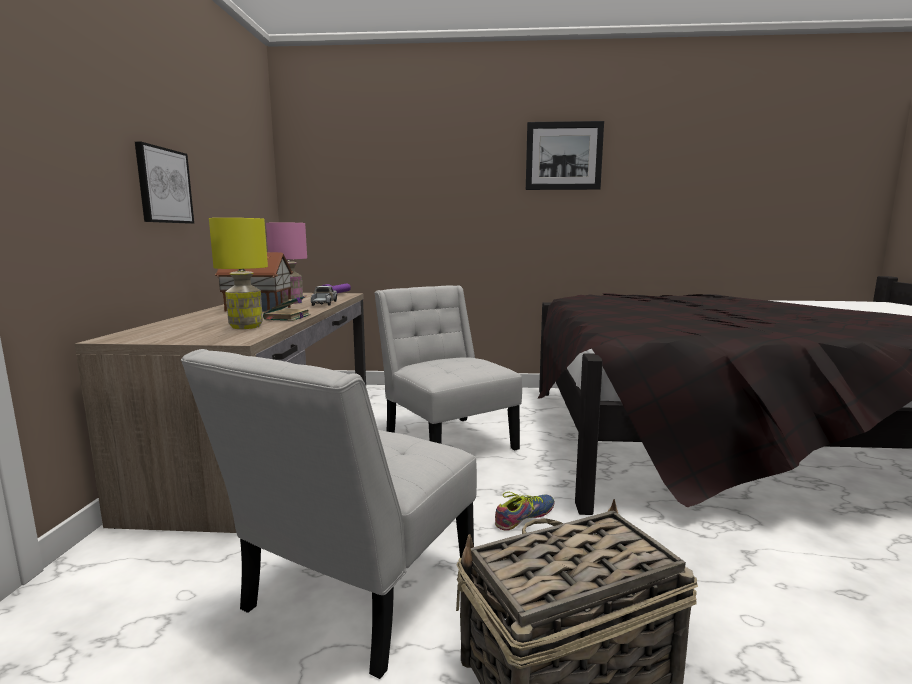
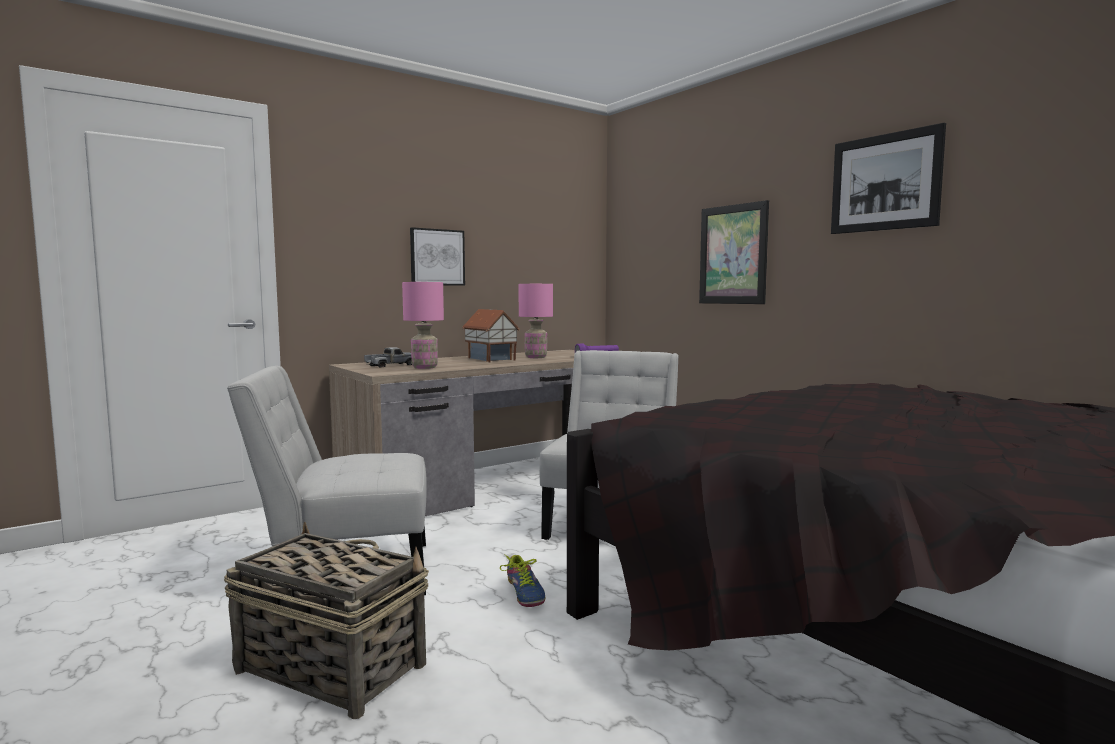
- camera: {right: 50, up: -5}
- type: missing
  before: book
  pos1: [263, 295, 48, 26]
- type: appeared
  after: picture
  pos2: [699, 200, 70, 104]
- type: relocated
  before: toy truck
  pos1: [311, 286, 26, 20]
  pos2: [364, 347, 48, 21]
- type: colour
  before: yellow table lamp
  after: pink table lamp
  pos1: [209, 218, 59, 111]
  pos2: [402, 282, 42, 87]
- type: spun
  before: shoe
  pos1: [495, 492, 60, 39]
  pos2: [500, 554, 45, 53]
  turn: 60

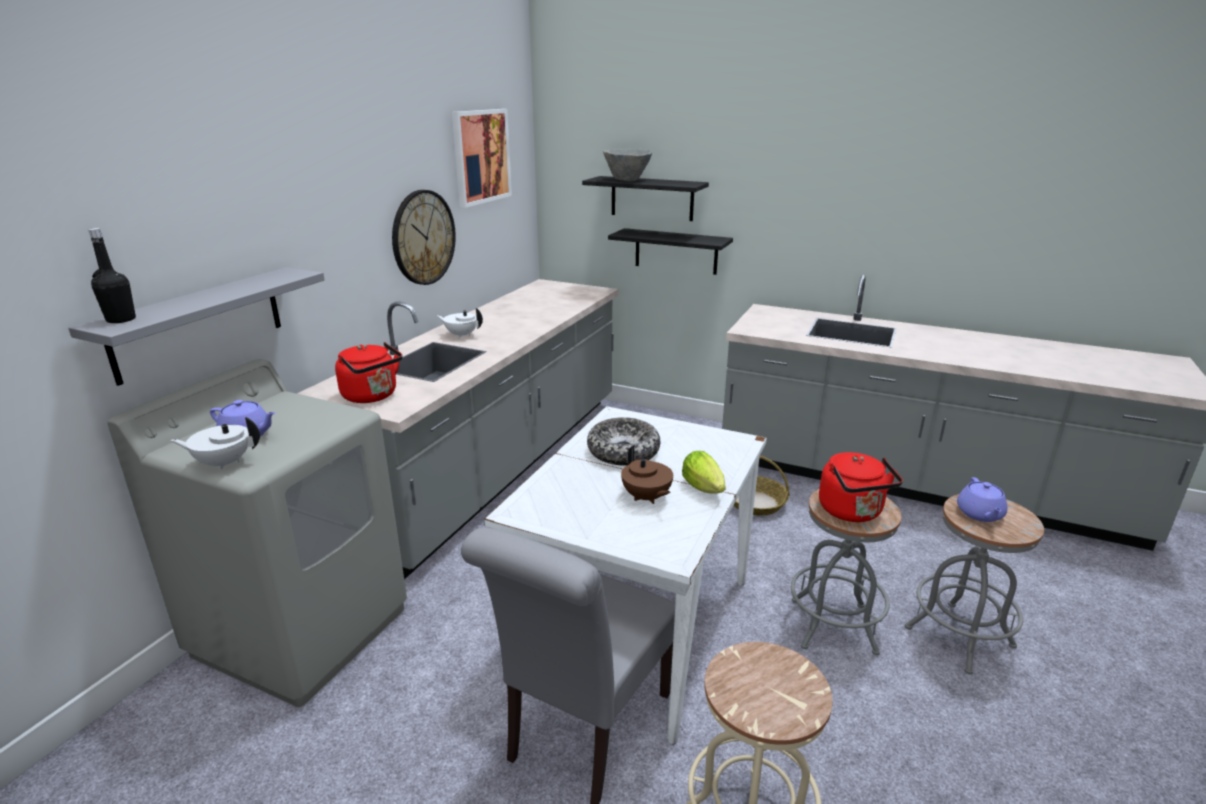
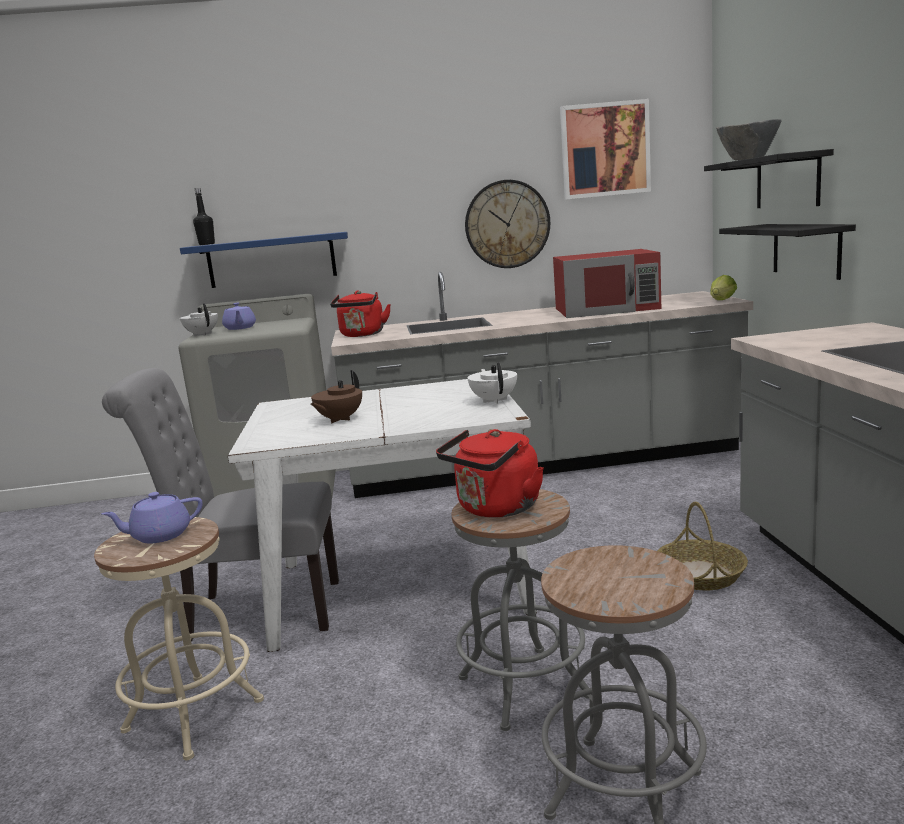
- camera: {right: 60, up: -10}
- type: missing
  before: bowl
  pos1: [587, 417, 74, 49]
- type: appeared
  after: red microwave
  pos2: [553, 249, 108, 69]
- type: relocated
  before: white teapot
  pos1: [437, 308, 46, 30]
  pos2: [468, 363, 49, 41]
- type: relocated
  before: lettuce
  pos1: [682, 451, 44, 42]
  pos2: [710, 275, 27, 25]
- type: relocated
  before: purple teapot
  pos1: [957, 477, 50, 45]
  pos2: [101, 492, 102, 51]
- type: colour
  before: grey shelf
  after: blue shelf
  pos1: [68, 267, 256, 119]
  pos2: [180, 232, 168, 56]

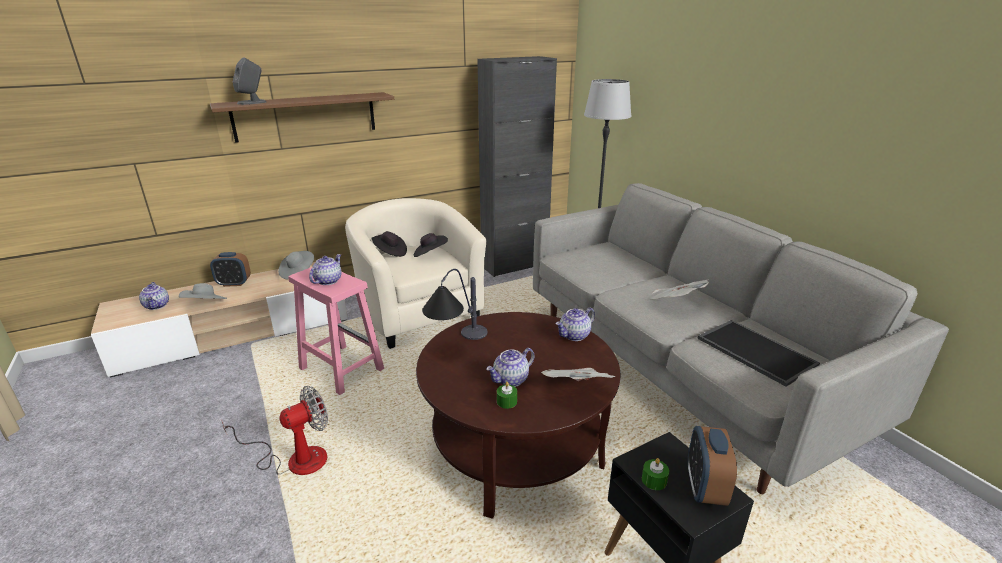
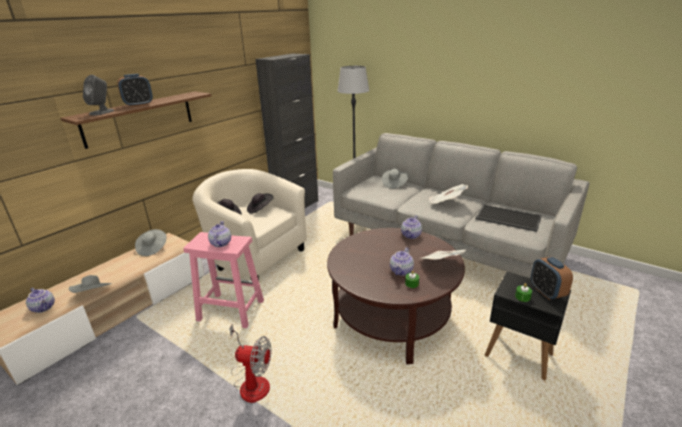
- camera: {right: -25, up: 0}
- type: missing
  before: table lamp
  pos1: [422, 269, 66, 71]
- type: appeared
  after: grey hat
  pos2: [382, 169, 26, 20]
- type: relocated
  before: alarm clock
  pos1: [210, 252, 41, 35]
  pos2: [117, 74, 36, 33]
- type: spun
  before: fan
  pos1: [221, 386, 107, 89]
  pos2: [229, 324, 43, 79]
  turn: 75

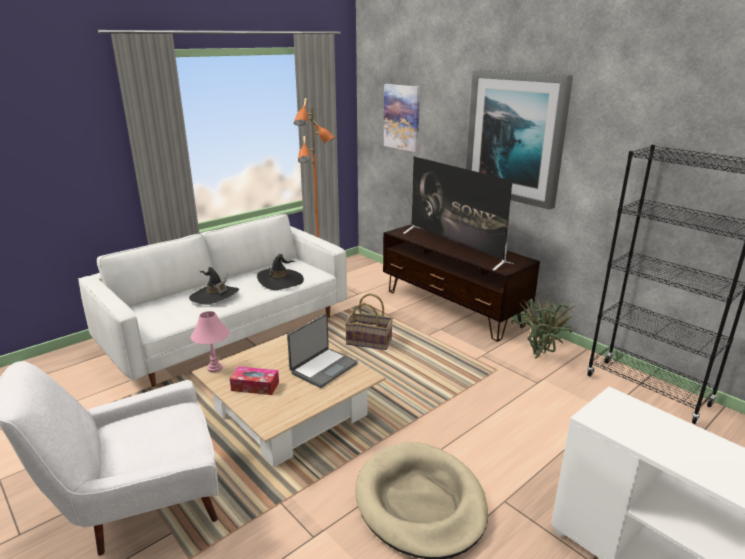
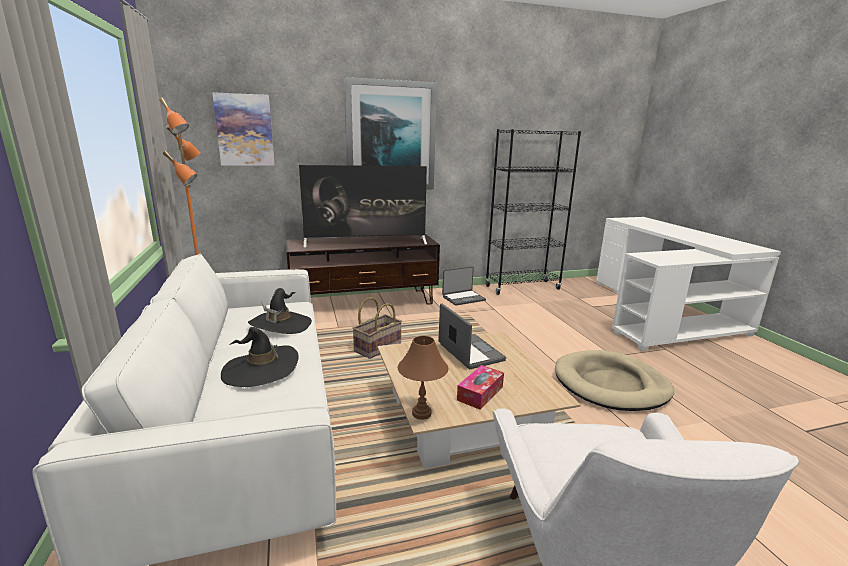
- camera: {right: -65, up: -5}
- type: exchanged
  before: potted plant
  after: laptop
  pos1: [511, 293, 65, 65]
  pos2: [442, 266, 44, 40]
- type: colour
  before: pink table lamp
  after: brown table lamp
  pos1: [191, 311, 39, 62]
  pos2: [398, 336, 50, 84]

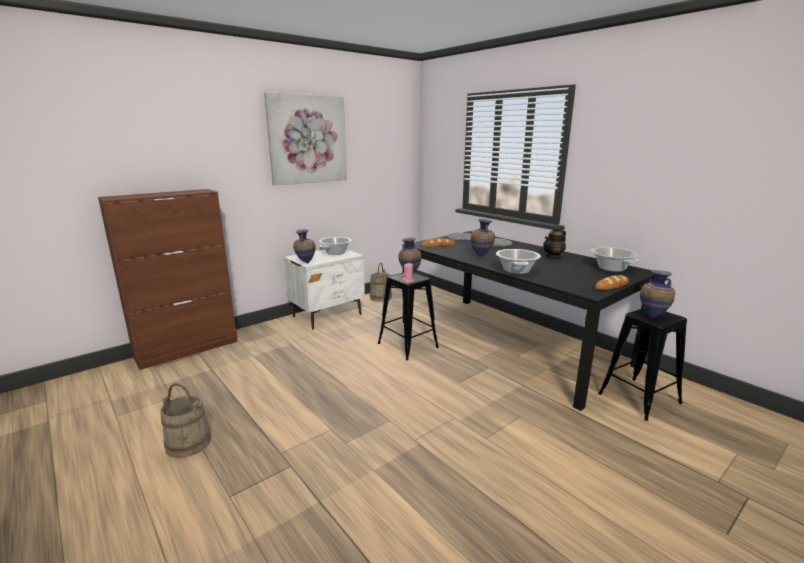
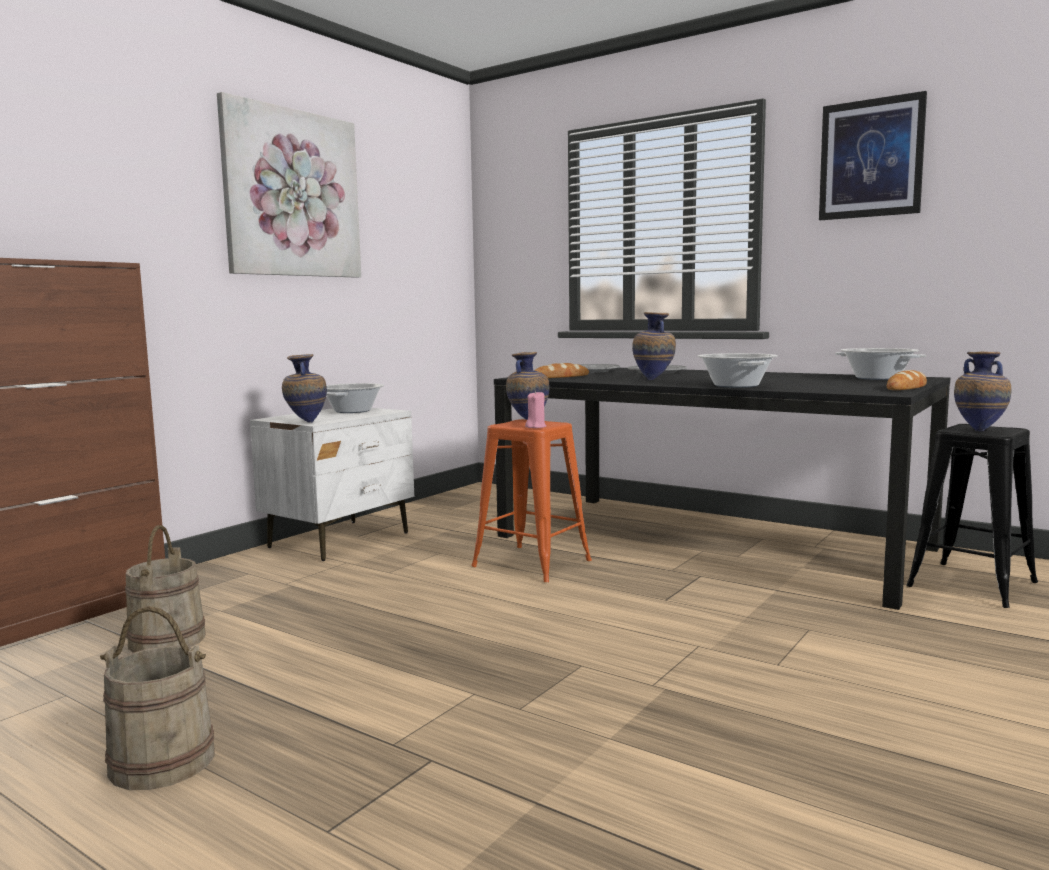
- camera: {right: -15, up: -10}
- type: missing
  before: teapot
  pos1: [543, 226, 23, 33]
- type: appeared
  after: picture
  pos2: [819, 91, 108, 129]
- type: relocated
  before: beige bucket
  pos1: [370, 263, 22, 39]
  pos2: [125, 525, 80, 128]
- type: colour
  before: black stool
  after: orange stool
  pos1: [378, 272, 61, 88]
  pos2: [471, 419, 121, 163]

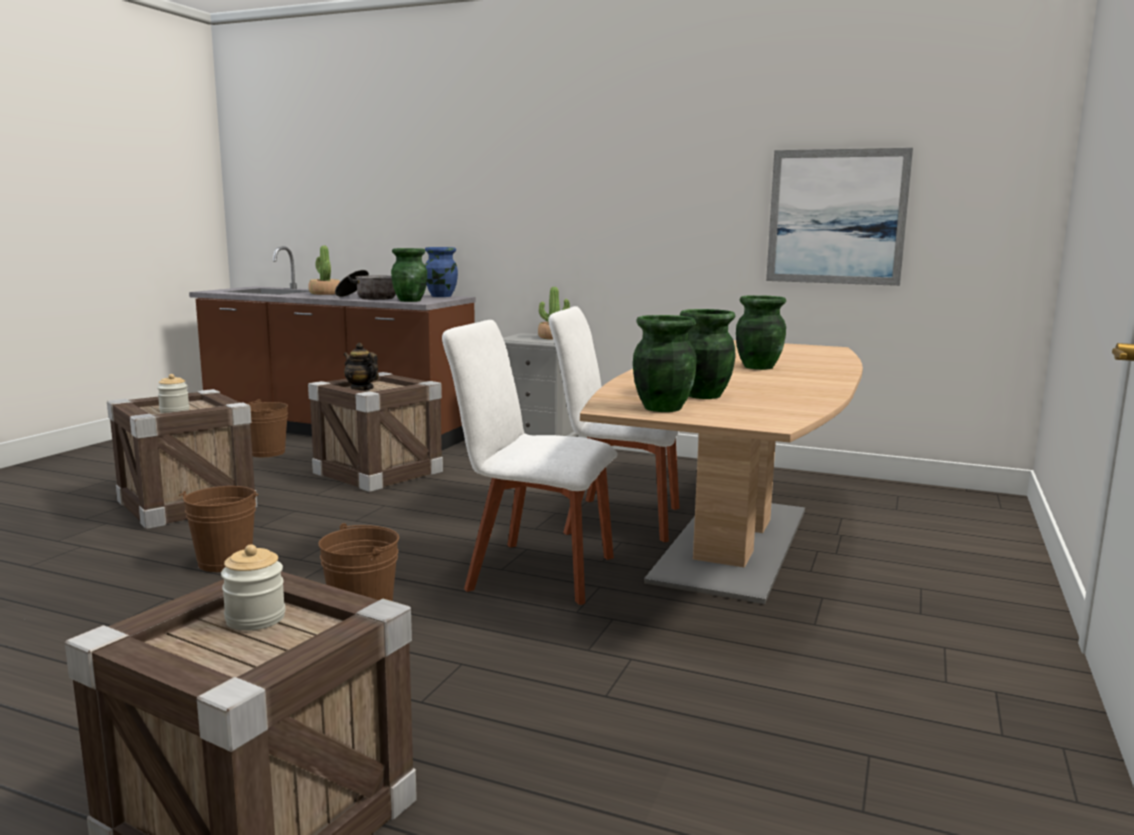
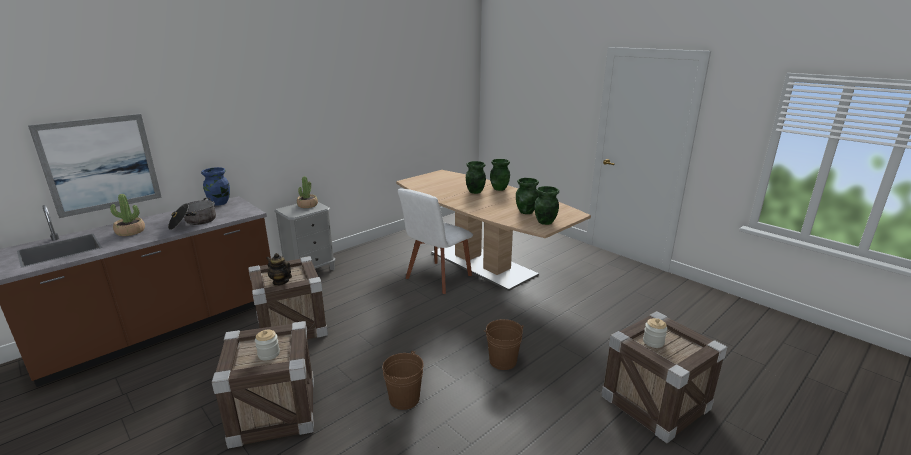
- camera: {right: -65, up: 10}
- type: missing
  before: brown bucket
  pos1: [246, 399, 42, 58]
- type: missing
  before: white chair
  pos1: [442, 320, 176, 285]
- type: relocated
  before: green vase
  pos1: [391, 248, 36, 54]
  pos2: [490, 159, 20, 32]
- type: relocated
  before: picture
  pos1: [766, 148, 147, 138]
  pos2: [28, 114, 134, 104]
- type: spun
  before: teapot
  pos1: [344, 343, 35, 48]
  pos2: [267, 253, 25, 33]
  turn: 60

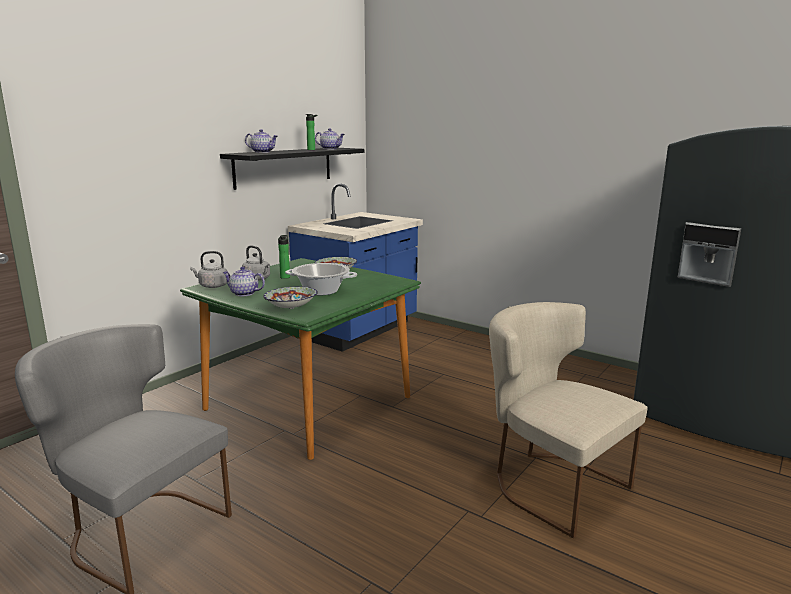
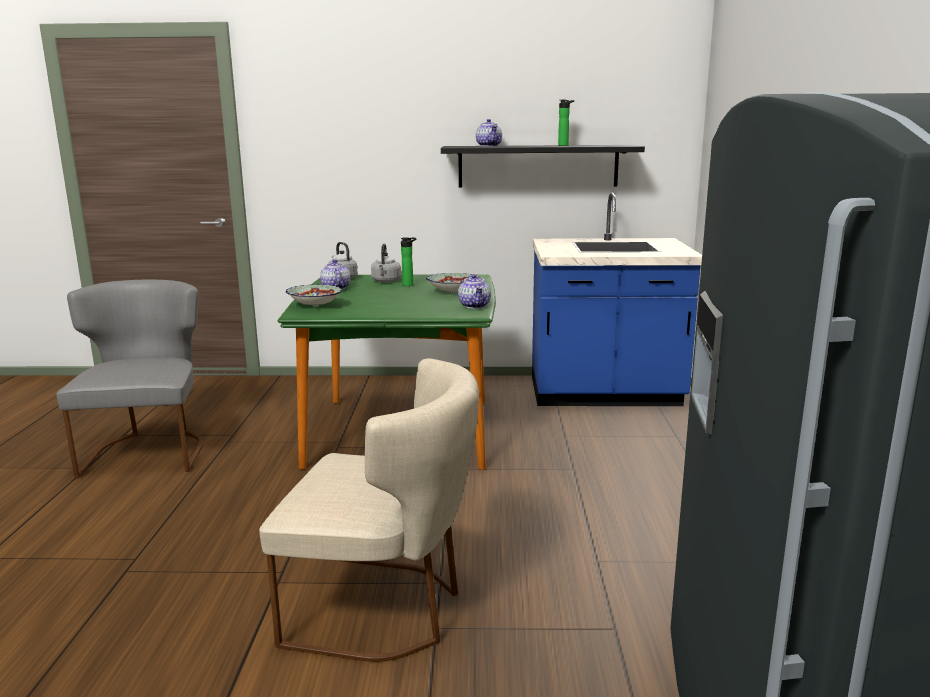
- camera: {right: 55, up: 0}
- type: missing
  before: cooking pot
  pos1: [285, 263, 72, 32]
- type: relocated
  before: teapot
  pos1: [315, 128, 30, 21]
  pos2: [458, 274, 33, 34]
- type: spun
  before: beige chair
  pos1: [489, 302, 159, 236]
  pos2: [259, 358, 220, 304]
  turn: 90

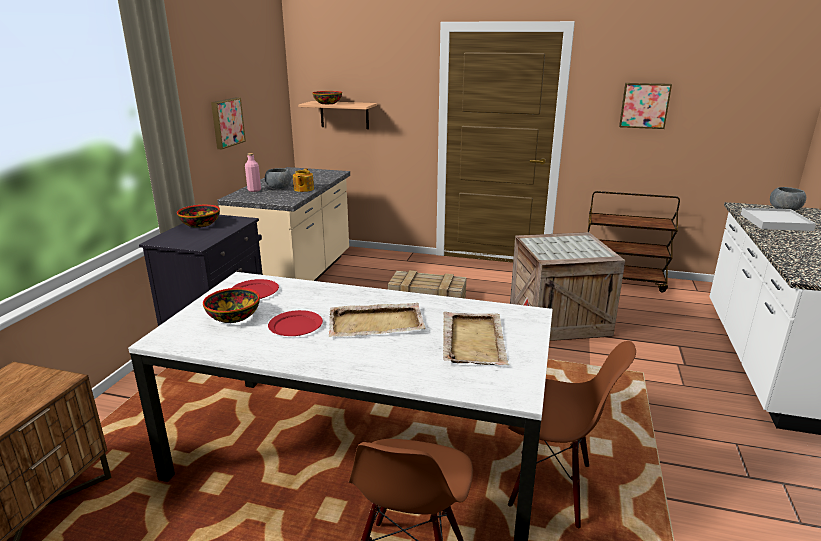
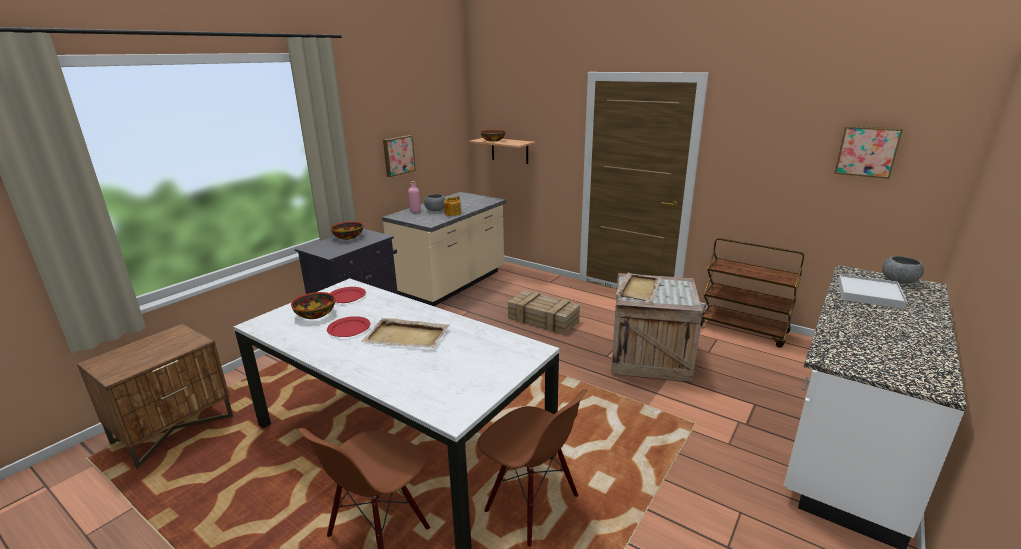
- camera: {right: 20, up: 0}
- type: relocated
  before: beige tray
  pos1: [443, 312, 67, 53]
  pos2: [616, 273, 45, 28]
- type: relocated
  before: picture
  pos1: [619, 83, 53, 46]
  pos2: [834, 126, 69, 53]

